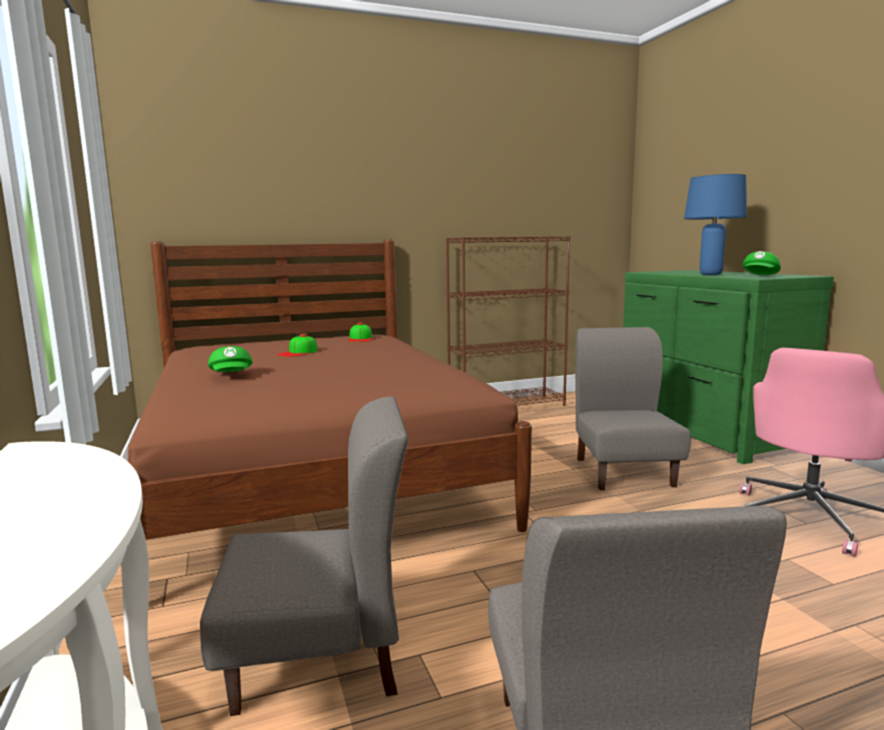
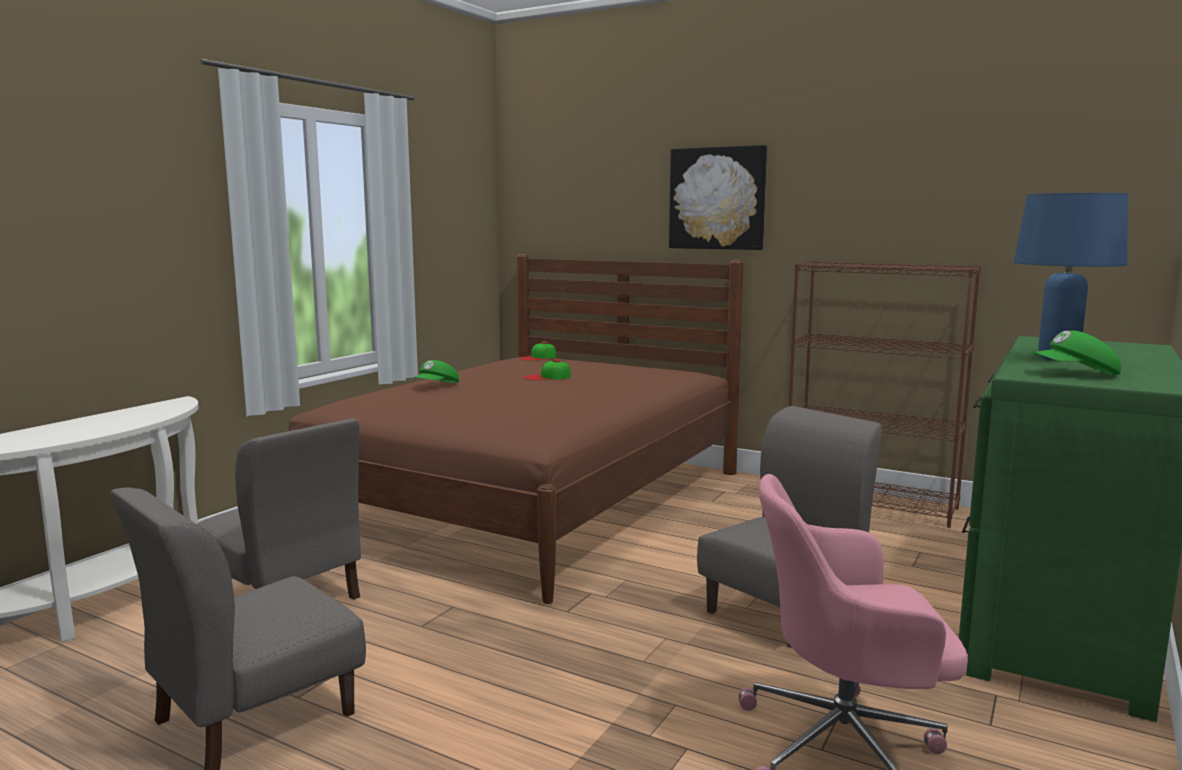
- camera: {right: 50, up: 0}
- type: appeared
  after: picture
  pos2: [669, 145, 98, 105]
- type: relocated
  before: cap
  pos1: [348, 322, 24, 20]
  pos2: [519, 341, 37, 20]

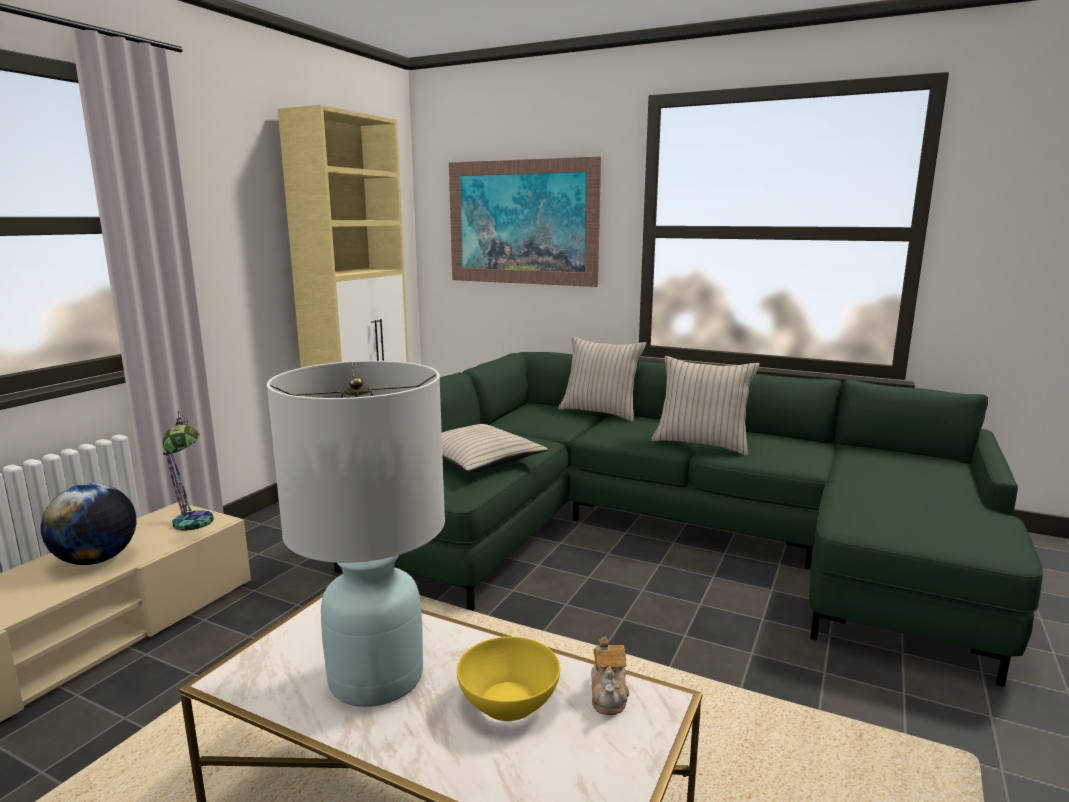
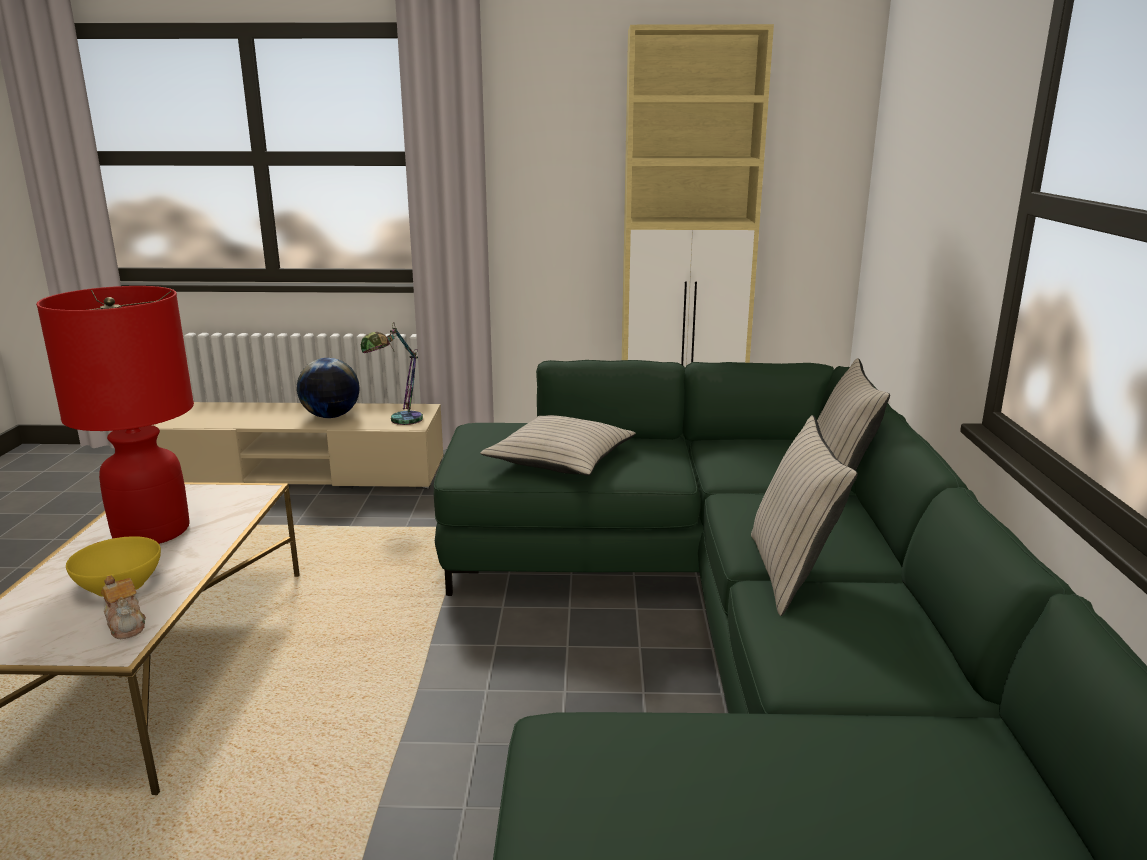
- camera: {right: 65, up: 5}
- type: missing
  before: picture
  pos1: [449, 156, 152, 131]
- type: colour
  before: white table lamp
  after: red table lamp
  pos1: [267, 361, 178, 346]
  pos2: [36, 286, 158, 258]
- type: spun
  before: teapot
  pos1: [591, 637, 38, 78]
  pos2: [101, 575, 45, 64]
  turn: -105

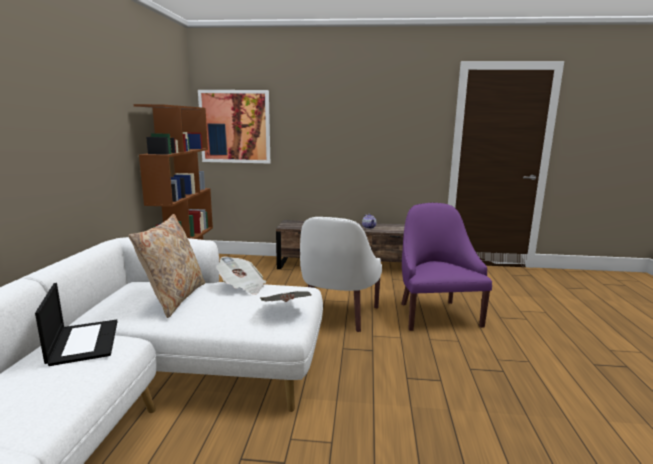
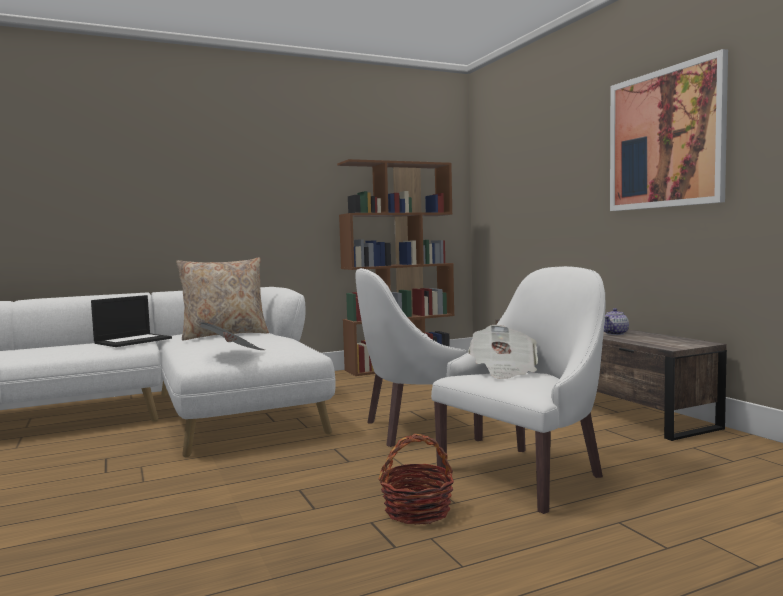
- camera: {right: 60, up: -10}
- type: appeared
  after: basket
  pos2: [379, 434, 75, 91]
- type: relocated
  before: picture
  pos1: [198, 90, 72, 74]
  pos2: [610, 49, 118, 162]
- type: relocated
  before: newspaper
  pos1: [216, 256, 50, 39]
  pos2: [468, 325, 70, 54]
- type: colour
  before: purple armchair
  after: white armchair
  pos1: [401, 203, 91, 128]
  pos2: [431, 266, 174, 248]

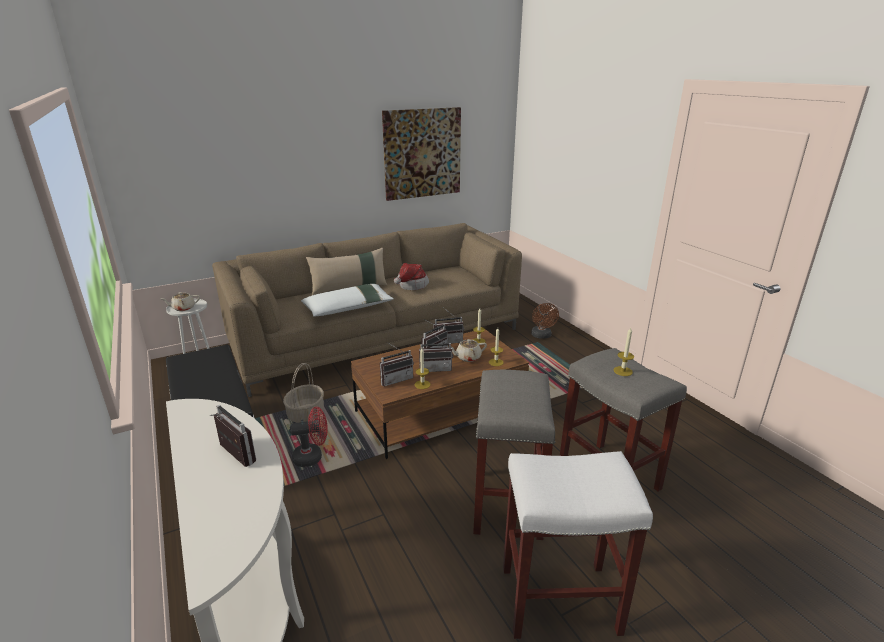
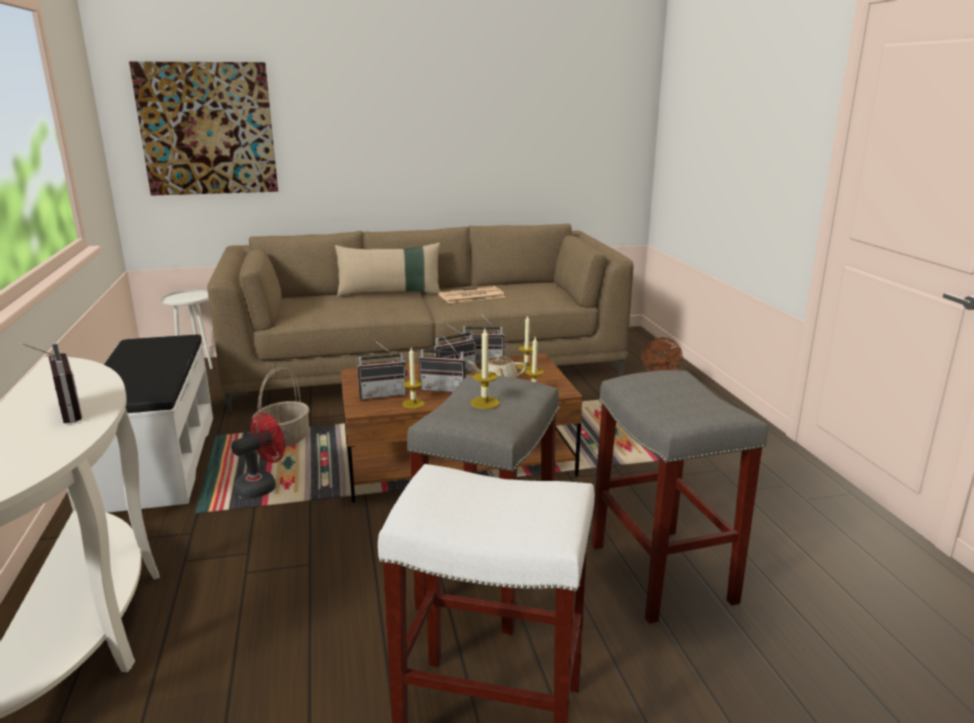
- camera: {right: 15, up: -5}
- type: missing
  before: beige teapot
  pos1: [161, 292, 39, 19]
- type: missing
  before: white pillow
  pos1: [301, 284, 93, 33]
- type: relocated
  before: picture
  pos1: [382, 107, 79, 94]
  pos2: [129, 61, 149, 135]
- type: relocated
  before: candle
  pos1: [614, 328, 20, 48]
  pos2: [470, 329, 30, 80]
- type: exchanged
  before: hat
  after: newspaper
  pos1: [394, 263, 35, 27]
  pos2: [438, 286, 67, 17]
- type: spun
  before: red fan
  pos1: [290, 407, 38, 60]
  pos2: [231, 413, 54, 85]
  turn: -45

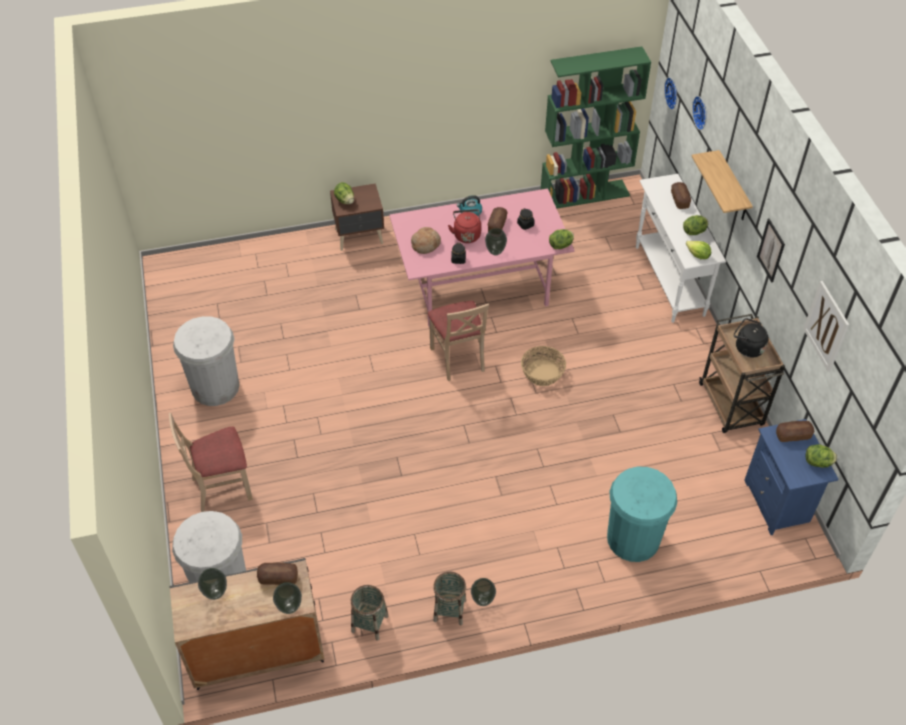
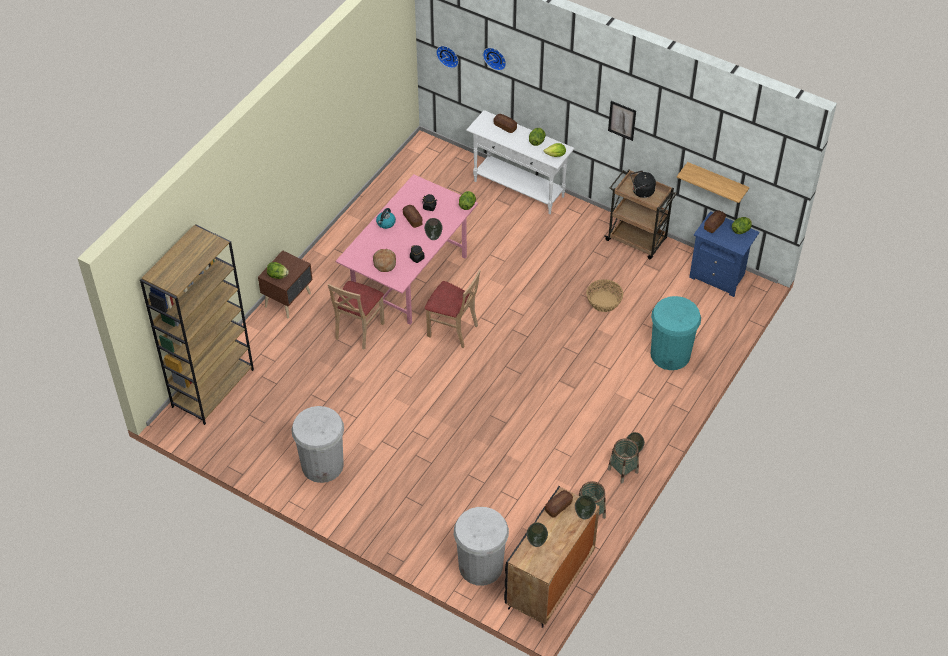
- camera: {right: -45, up: 0}
- type: missing
  before: red kettle
  pos1: [448, 209, 33, 34]
- type: missing
  before: green bookcase
  pos1: [541, 46, 110, 163]
- type: missing
  before: picture
  pos1: [803, 281, 46, 91]
- type: appeared
  after: brown bookcase
  pos2: [140, 224, 114, 201]
- type: relocated
  before: beige chair
  pos1: [169, 412, 84, 100]
  pos2: [328, 281, 57, 69]
- type: relocated
  before: basket
  pos1: [521, 346, 45, 40]
  pos2: [586, 279, 37, 33]
- type: relocated
  before: shelf
  pos1: [691, 150, 62, 70]
  pos2: [677, 162, 72, 41]

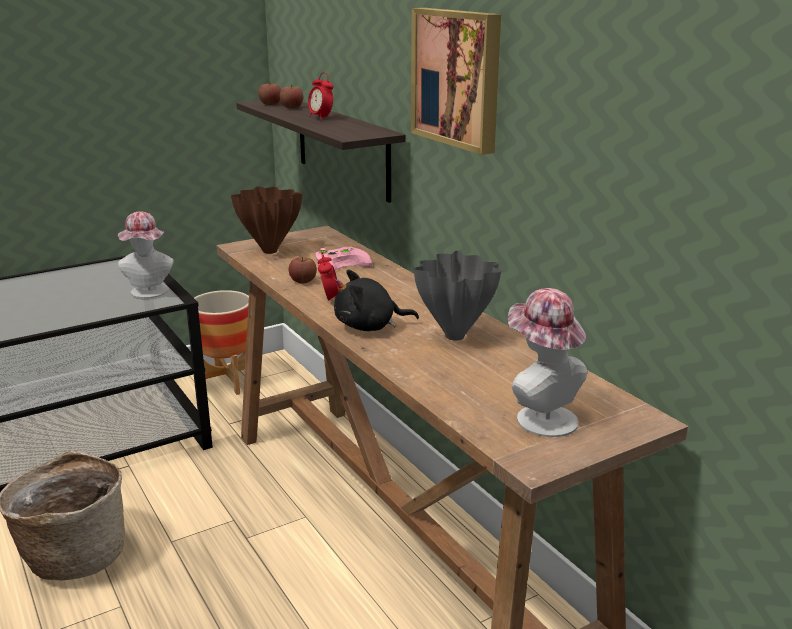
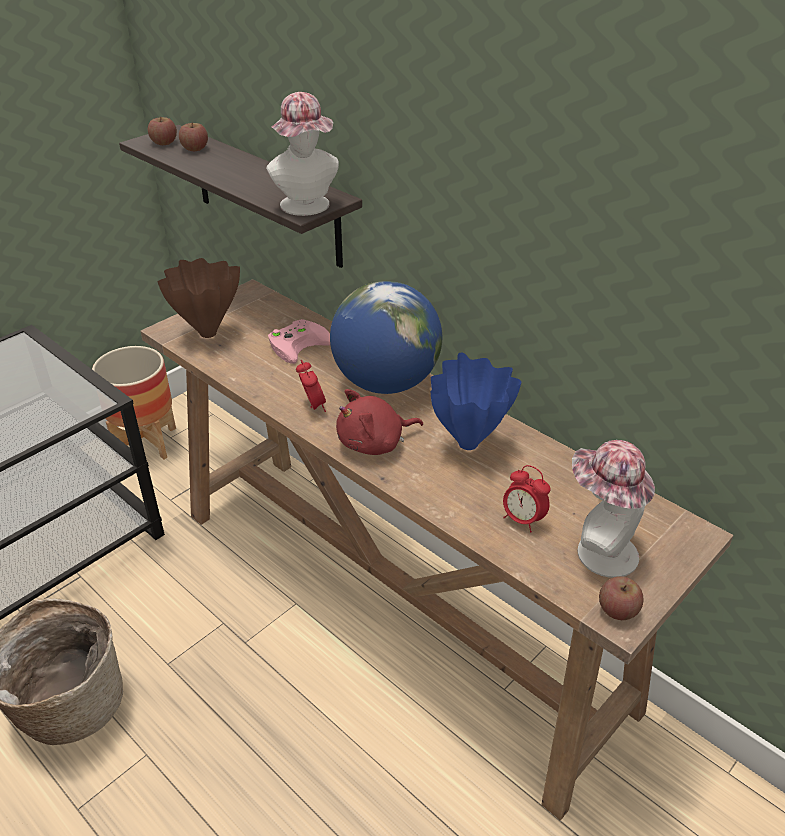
- camera: {right: -15, up: 15}
- type: missing
  before: picture
  pos1: [411, 8, 90, 147]
- type: appeared
  after: globe
  pos2: [330, 281, 112, 113]
- type: relocated
  before: hat
  pos1: [118, 211, 56, 87]
  pos2: [266, 92, 73, 124]
- type: relocated
  before: apple
  pos1: [289, 257, 28, 26]
  pos2: [599, 576, 45, 44]
- type: relocated
  before: alarm clock
  pos1: [308, 72, 26, 48]
  pos2: [503, 465, 48, 68]
- type: colour
  before: black plush toy
  after: red plush toy
  pos1: [334, 270, 85, 61]
  pos2: [336, 389, 87, 66]
- type: colour
  before: grey vase
  after: blue vase
  pos1: [414, 251, 87, 90]
  pos2: [431, 352, 90, 98]

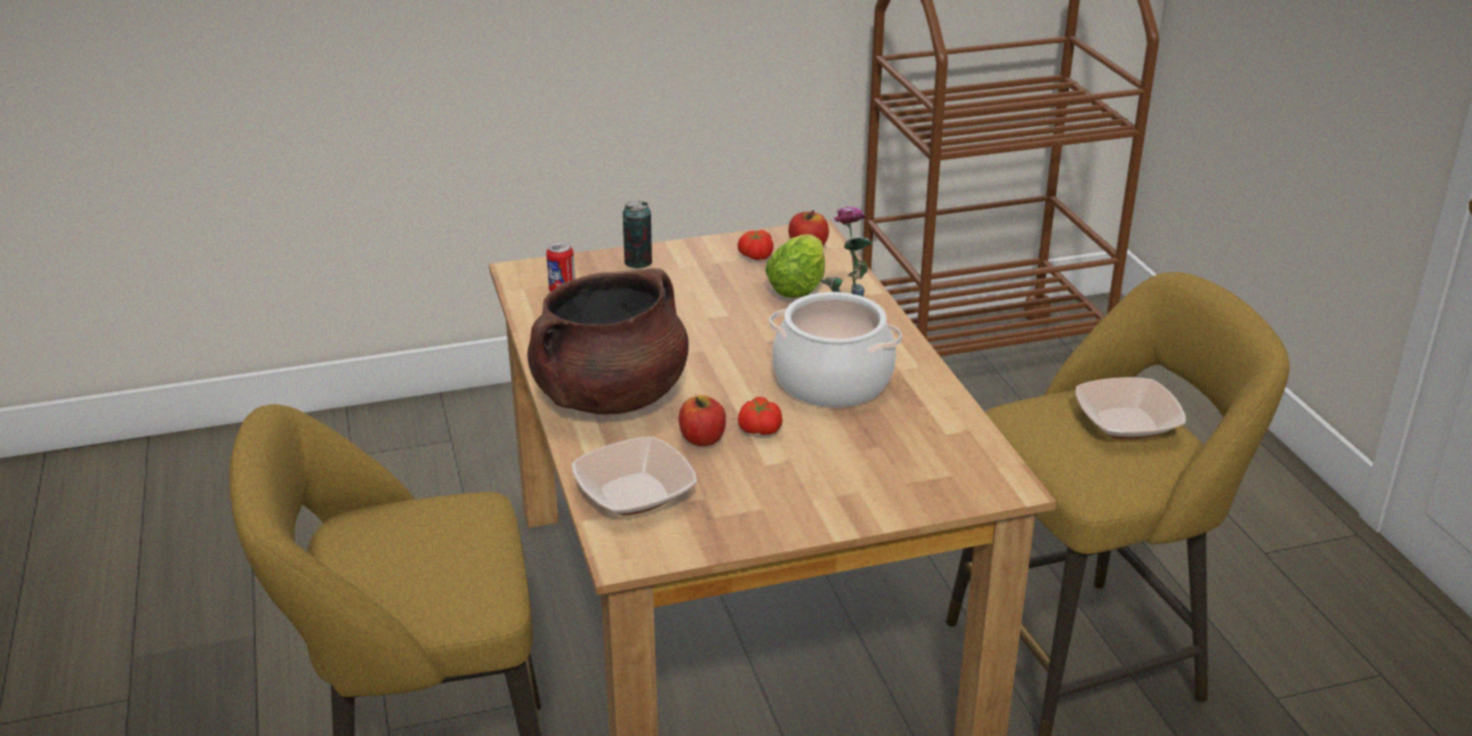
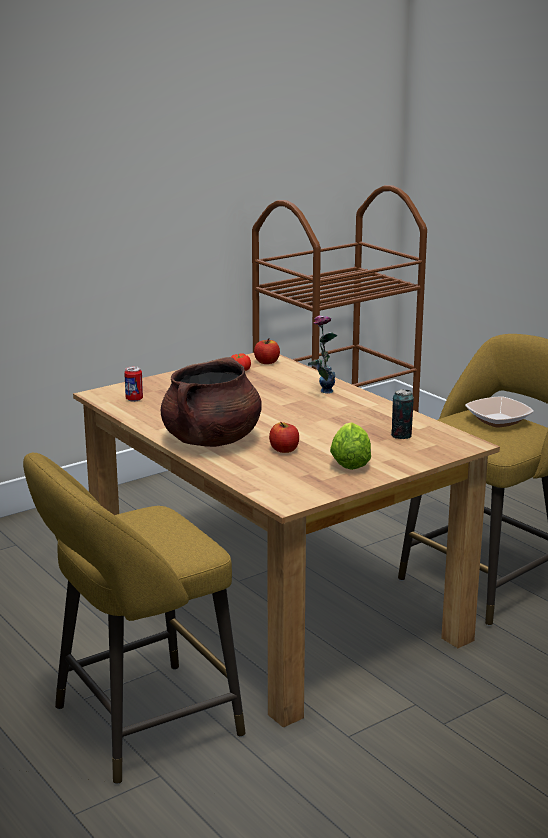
- camera: {right: -20, up: -10}
- type: missing
  before: bowl
  pos1: [572, 437, 125, 78]
- type: missing
  before: tomato
  pos1: [738, 397, 44, 38]
- type: missing
  before: cooking pot
  pos1: [769, 292, 133, 116]
- type: relocated
  before: can
  pos1: [622, 200, 30, 68]
  pos2: [391, 389, 23, 50]
- type: relocated
  before: lettuce
  pos1: [765, 234, 60, 64]
  pos2: [330, 422, 41, 48]

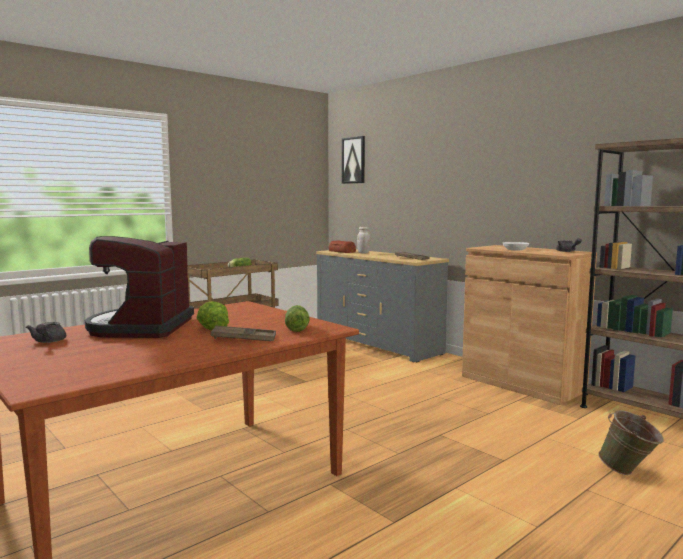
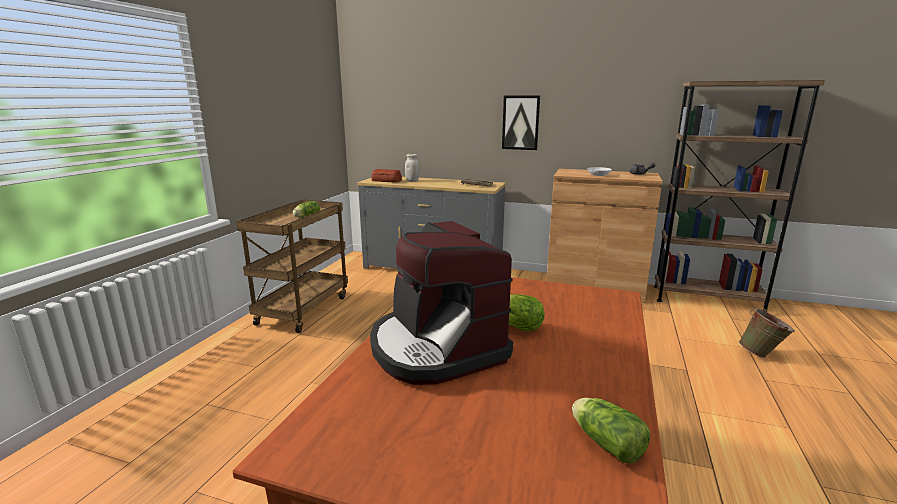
- camera: {right: -30, up: 10}
- type: missing
  before: grey teapot
  pos1: [26, 322, 40, 21]
- type: missing
  before: brown tray
  pos1: [210, 325, 66, 16]
- type: relocated
  before: lettuce
  pos1: [285, 305, 24, 27]
  pos2: [572, 398, 79, 66]
- type: relocated
  before: picture
  pos1: [342, 136, 23, 48]
  pos2: [502, 96, 38, 54]

